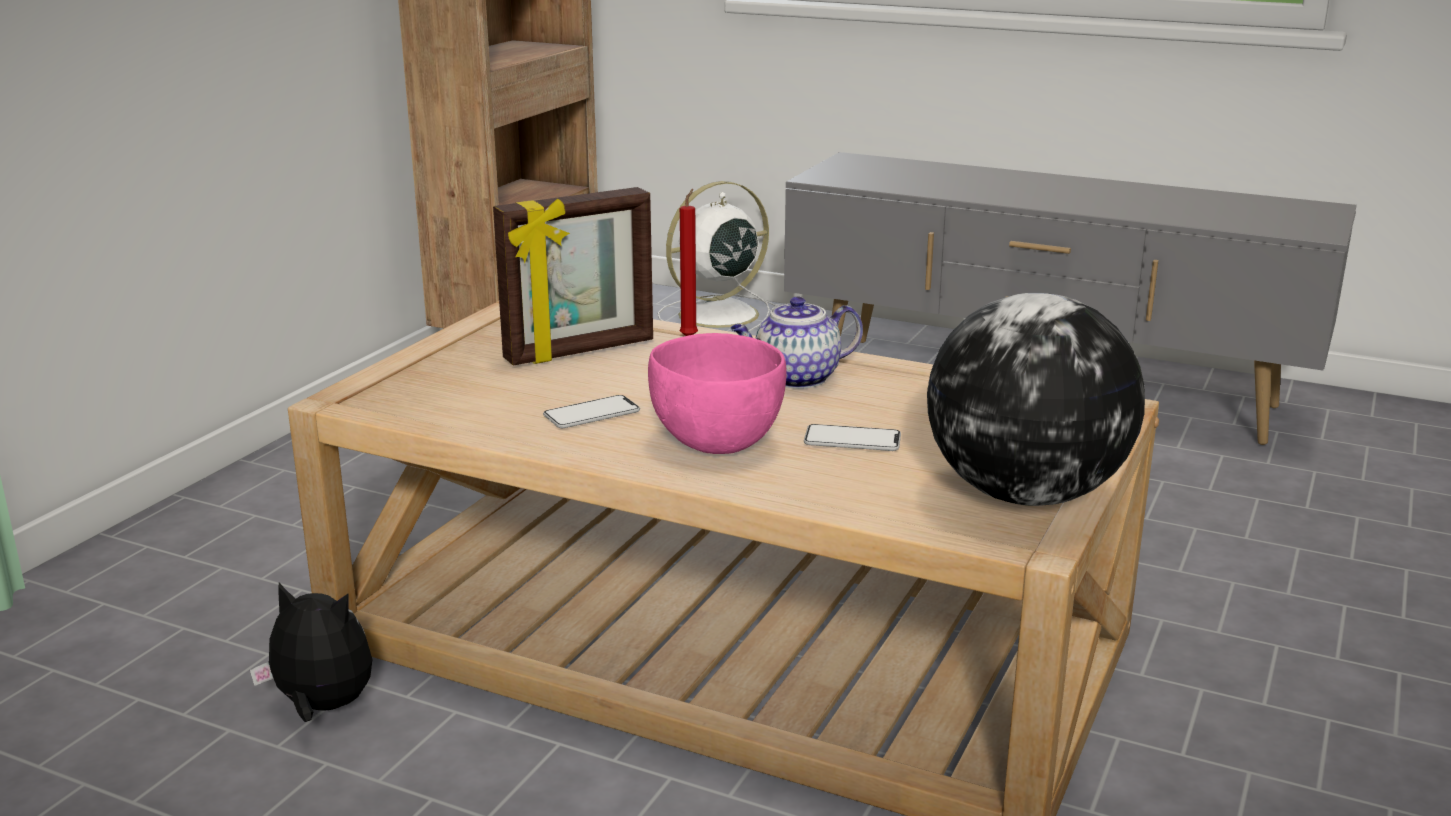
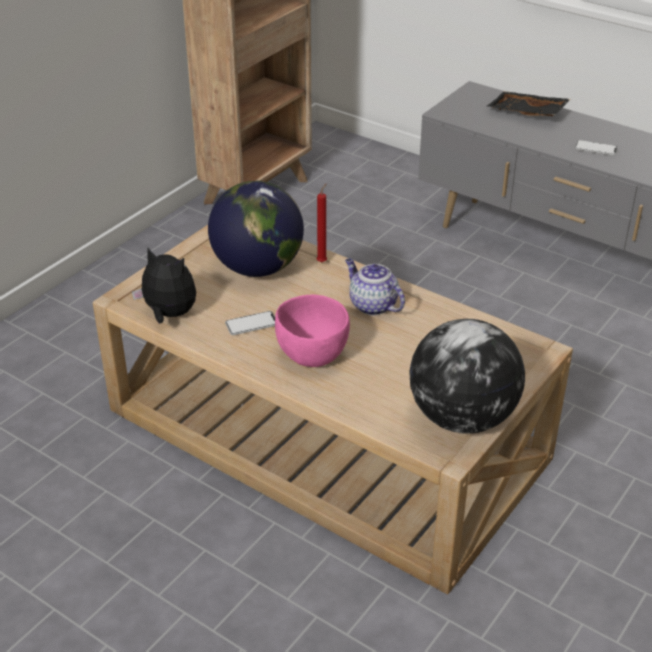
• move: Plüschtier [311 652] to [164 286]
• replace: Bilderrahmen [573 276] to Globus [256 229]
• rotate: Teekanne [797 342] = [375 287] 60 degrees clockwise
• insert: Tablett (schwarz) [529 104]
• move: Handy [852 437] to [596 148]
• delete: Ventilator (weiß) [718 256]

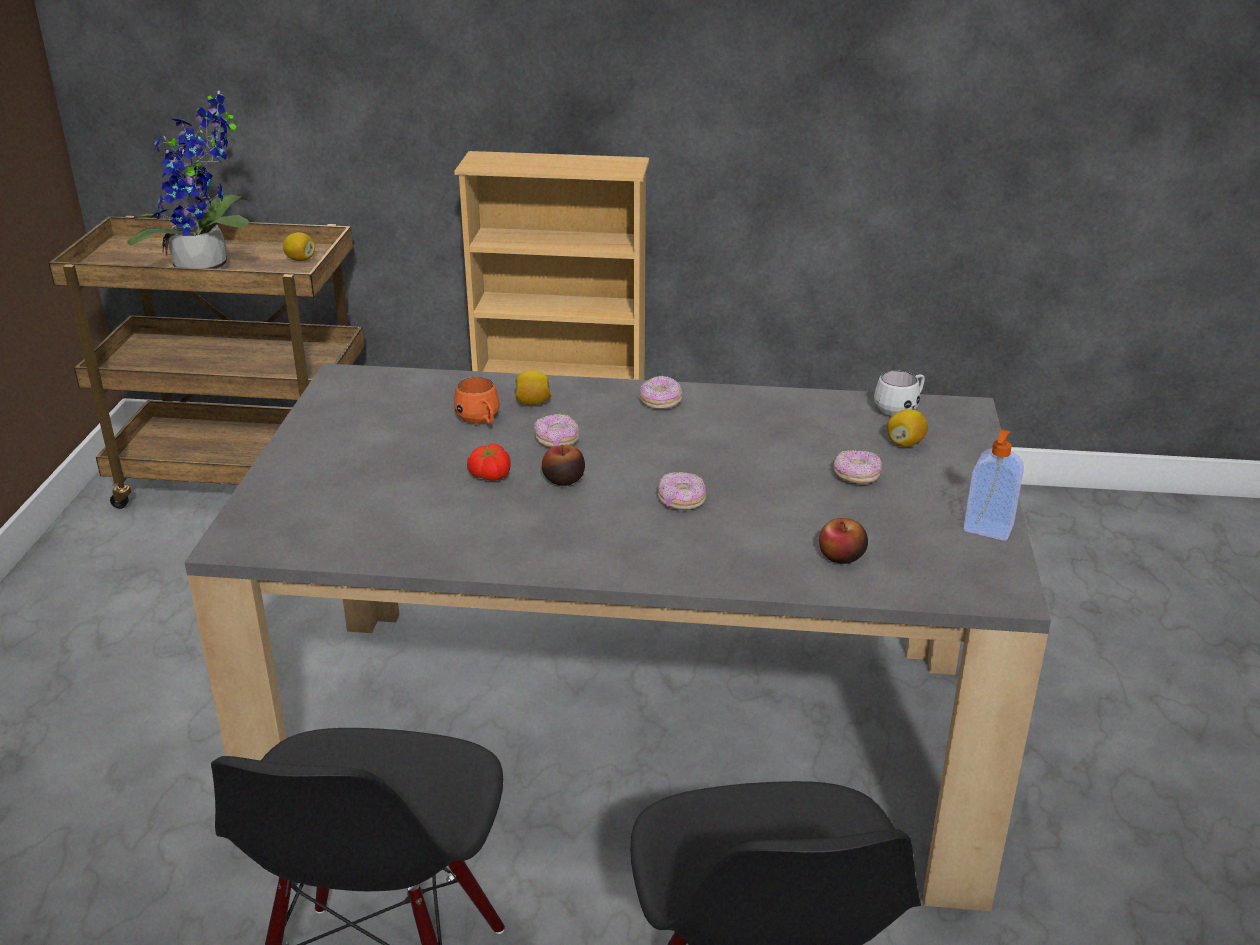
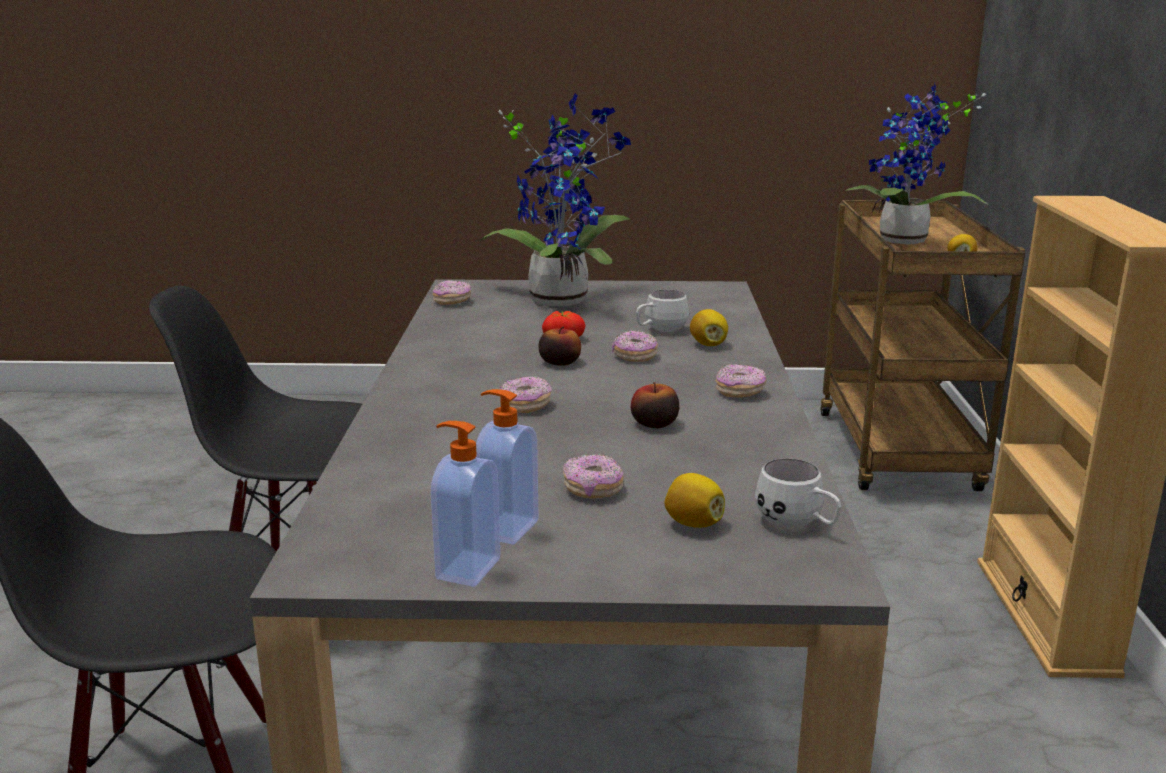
• insert: Donut [452 292]
• insert: Seifenspender [507 467]
• insert: Topfpflanze [555 200]
• move: Apfel [843 541] to [655 405]
• recolor: Henkelbecher (orange) [477 400] to Henkelbecher (weiß) [662 311]

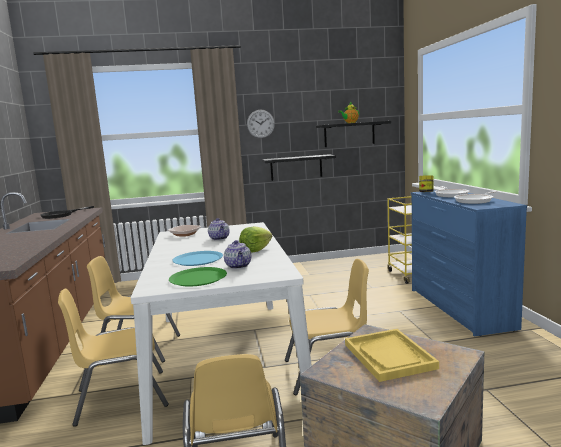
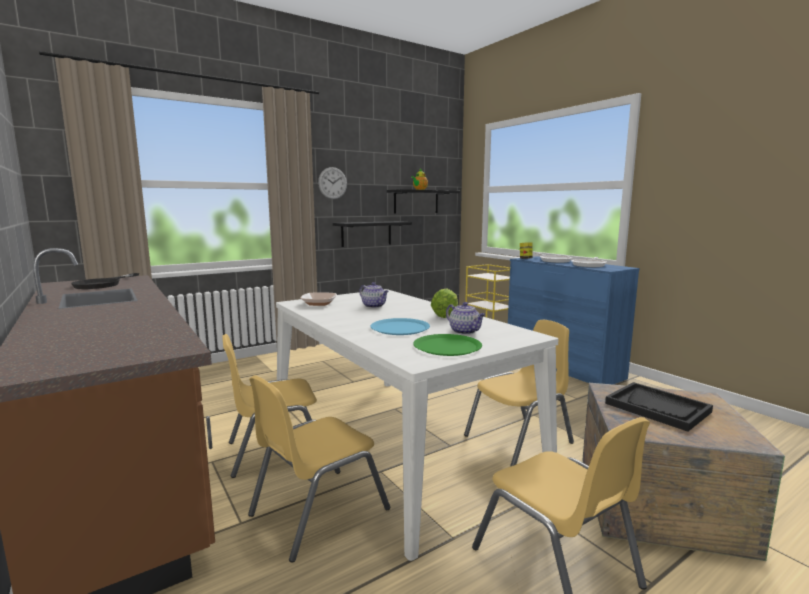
• recolor: Tablett (gelb) [392 355] to Tablett (schwarz) [659 407]

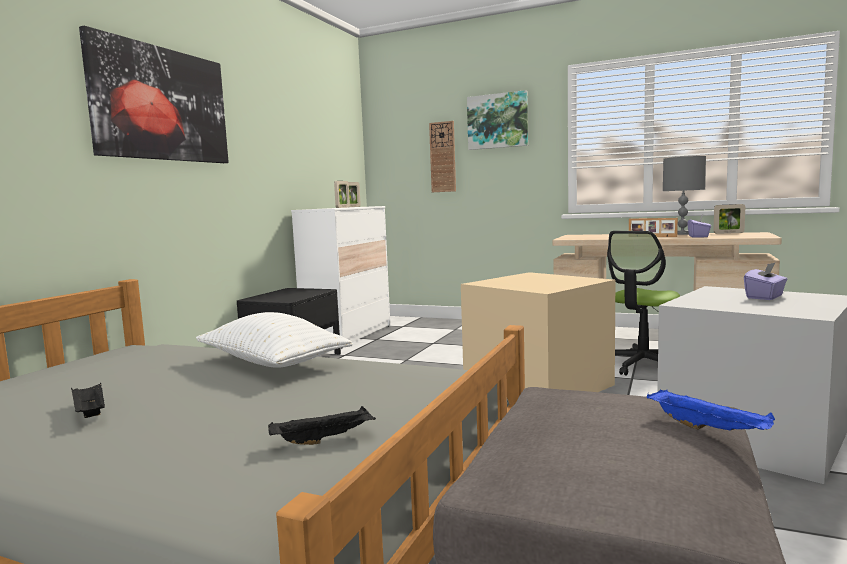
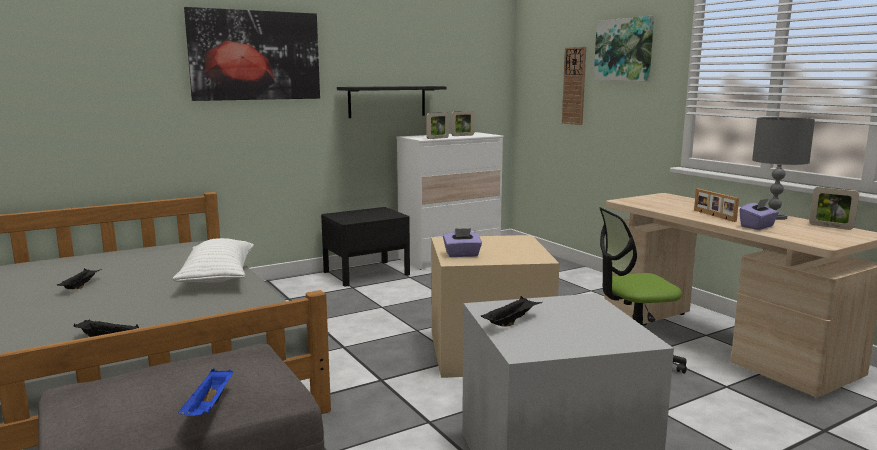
• insert: Wandregal (schwarz) [391 102]
• move: Taschentuchbox (lila) [766 281] to [462 242]
• insert: Tablett (schwarz) [511 311]

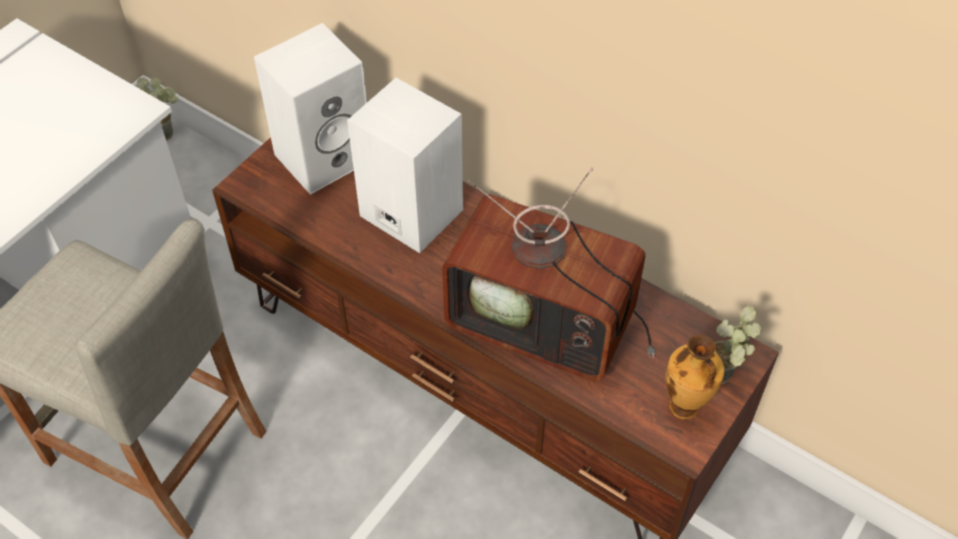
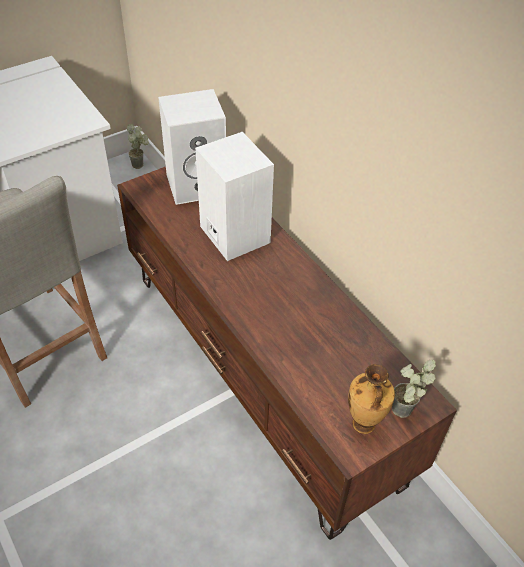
• delete: Fernseher [548 274]

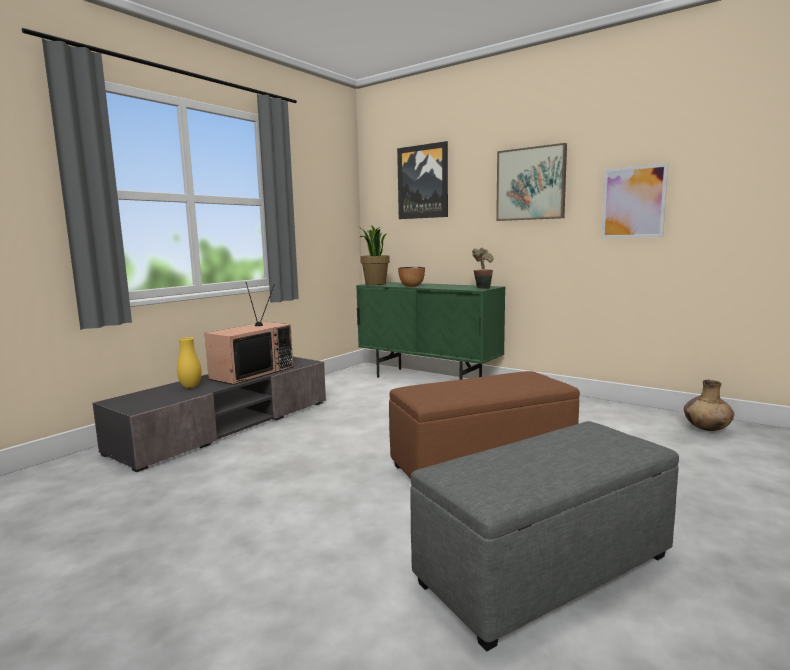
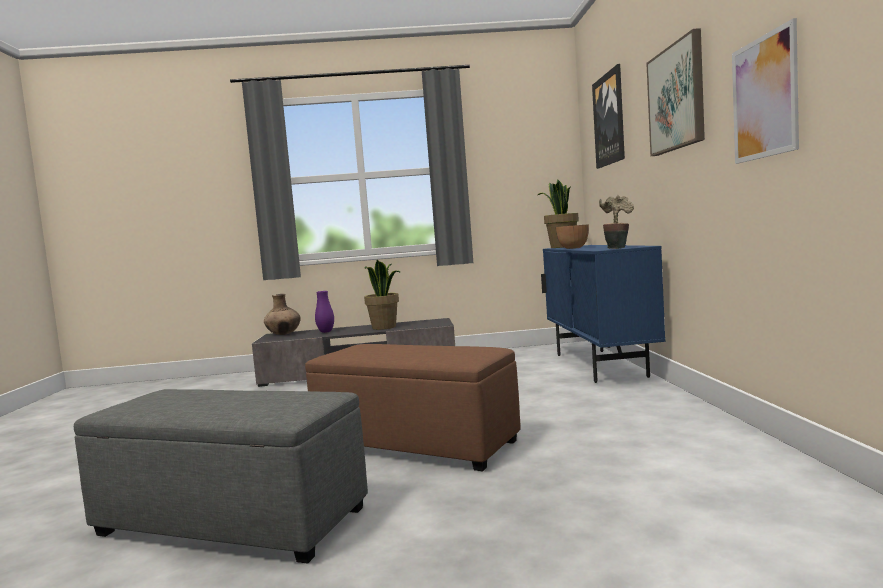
• move: Vase (braun) [709 405] to [282 314]
• recolor: Vase (gelb) [189 362] to Vase (lila) [324 312]
• replace: Fernseher [249 333] to Topfpflanze [382 294]
• recolor: Schrank (grün) [430 331] to Schrank (blau) [603 314]

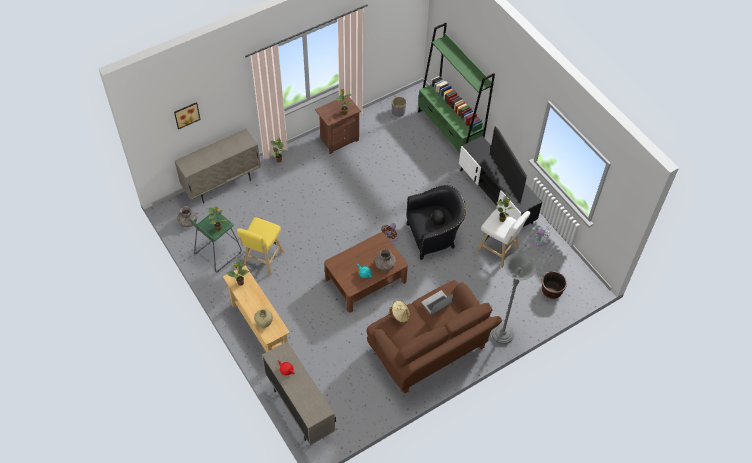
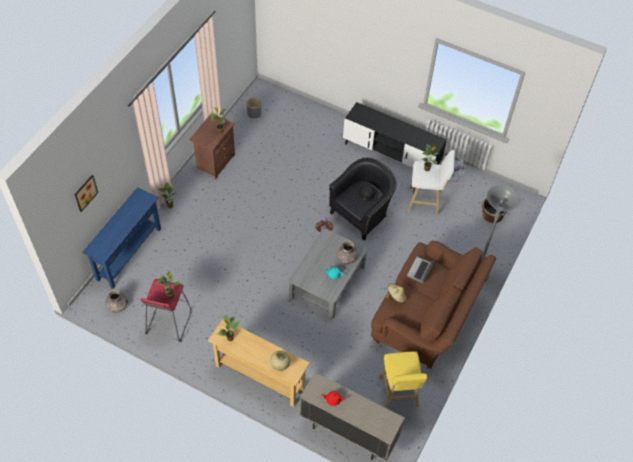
• replace: Schrank (beige) [217 166] to Konsolentisch (blau) [121 238]
• recolor: Hocker (grün) [215 241] to Hocker (rot) [165 310]
• recolor: Couchtisch (braun) [366 272] to Couchtisch (grau) [328 274]
• move: Hocker (gelb) [261 246] to [403 379]
• delete: Bücherregal (grün) [456 88]
• delete: Fernseher [508 165]

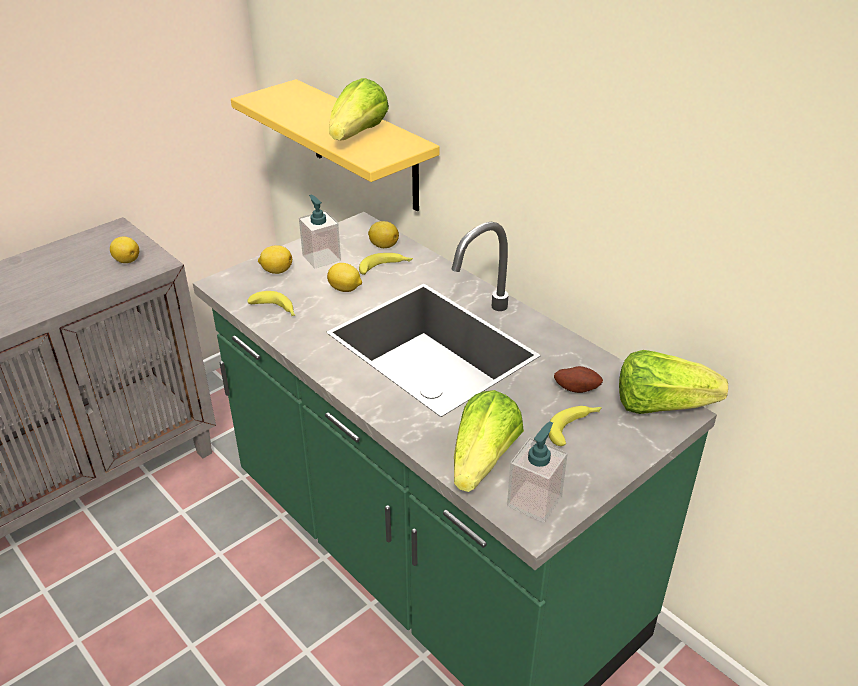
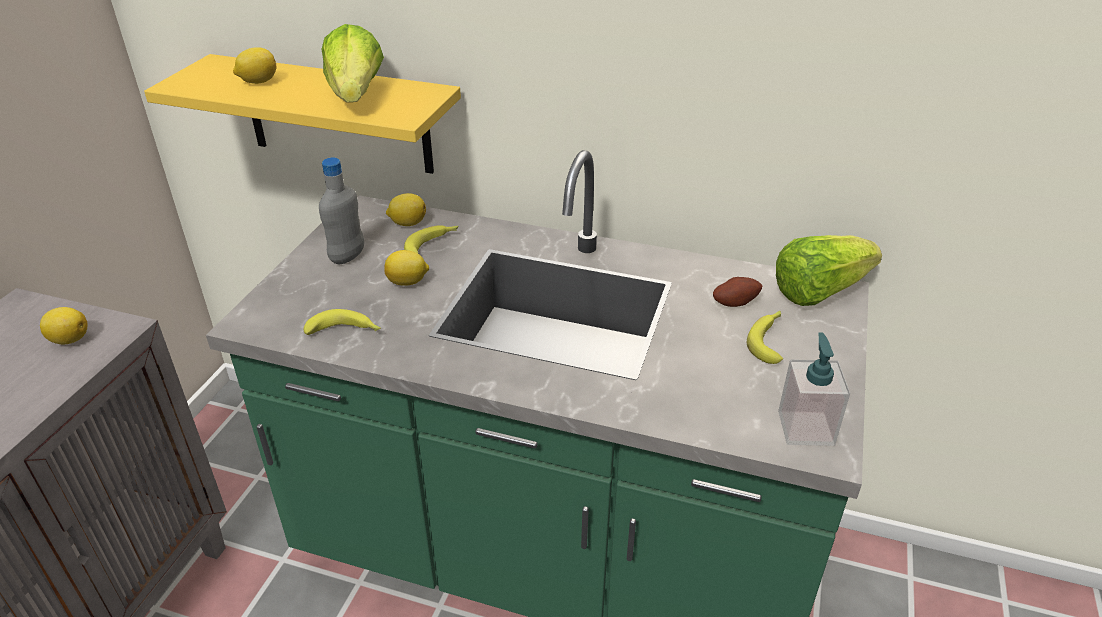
• move: Zitrone [275 259] to [254 65]
• replace: Seifenspender [320 231] to Flasche (grau) [341 211]
• delete: Salatkopf [489 441]

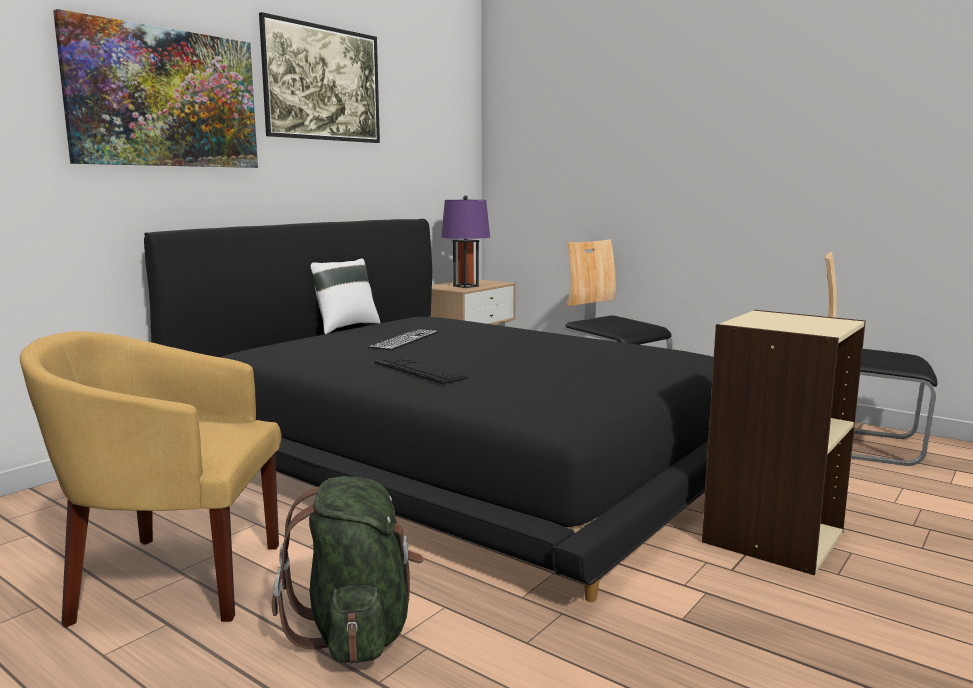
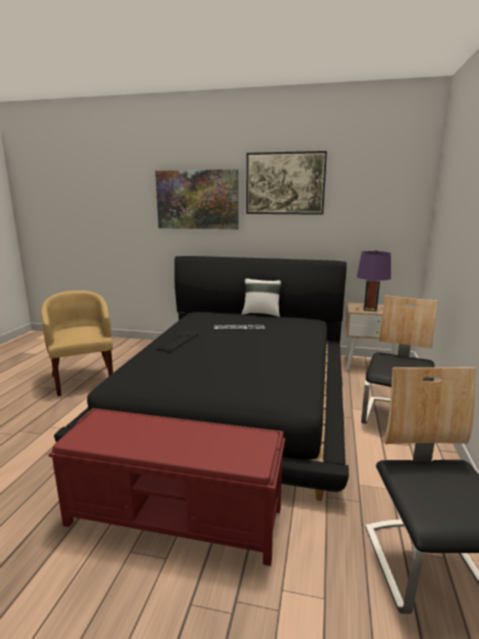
• replace: Bücherregal (beige) [784 442] to Bank (rot) [167 487]
• delete: Rucksack (grün) [348 570]

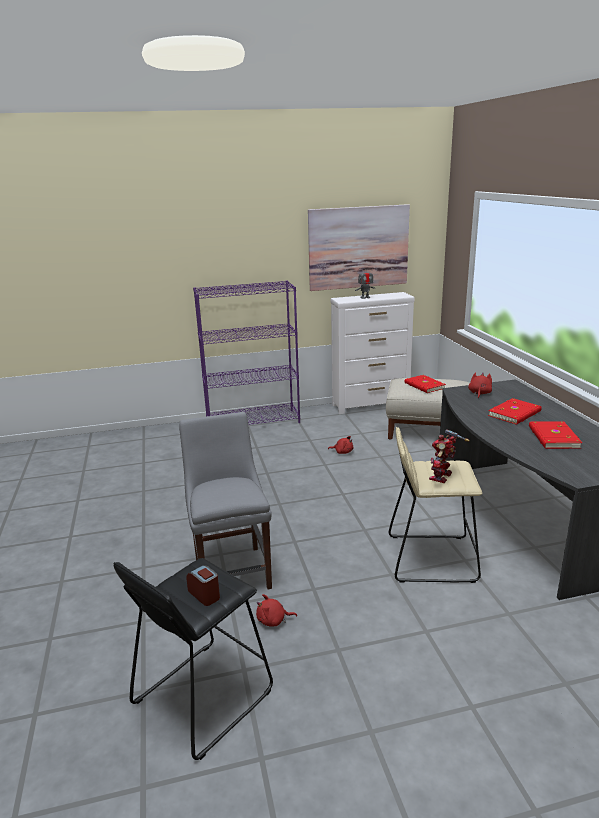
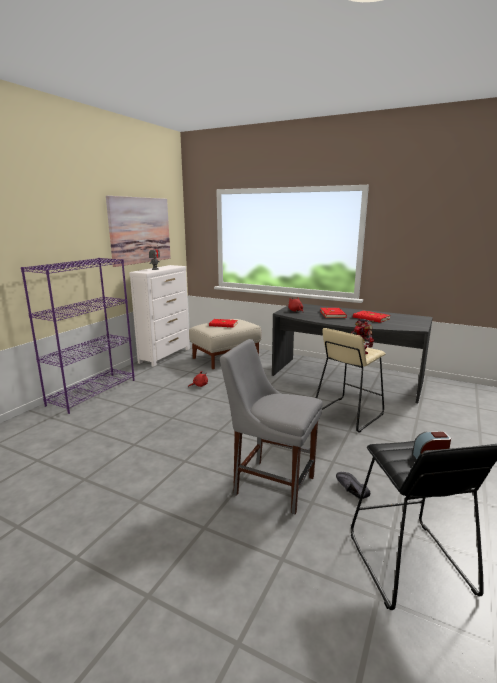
• replace: Plüschtier (rot) [276 610] to Schuh (schwarz) [353 485]

